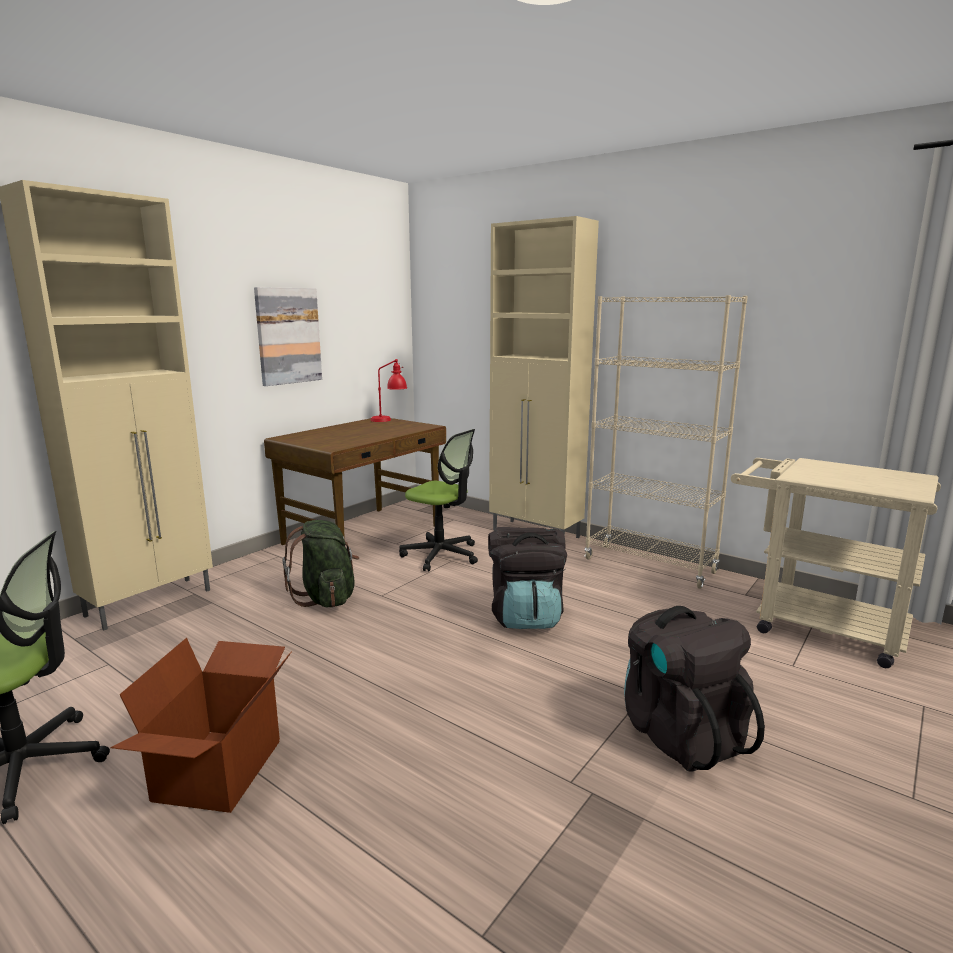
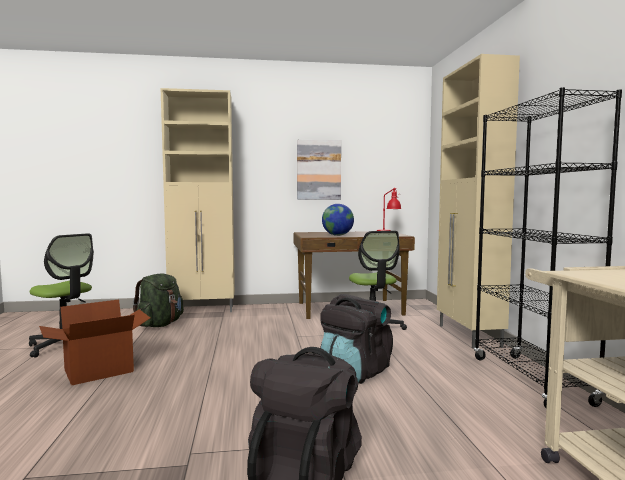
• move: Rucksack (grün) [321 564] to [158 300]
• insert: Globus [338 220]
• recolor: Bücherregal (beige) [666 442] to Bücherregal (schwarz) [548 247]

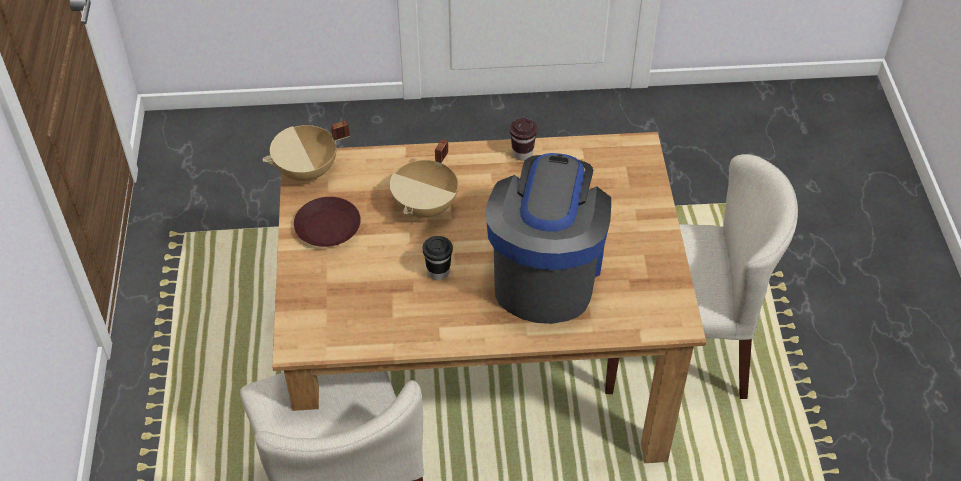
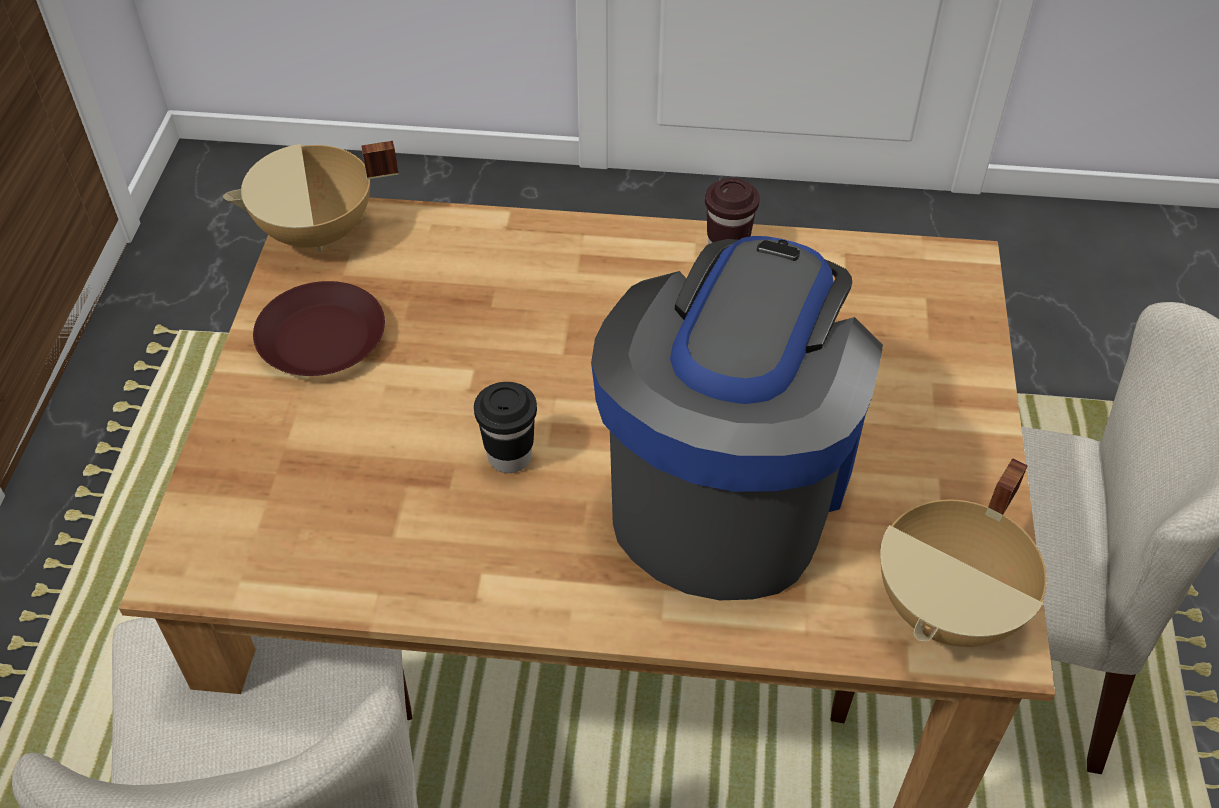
• move: Kochtopf (beige) [424 178] to [963 552]

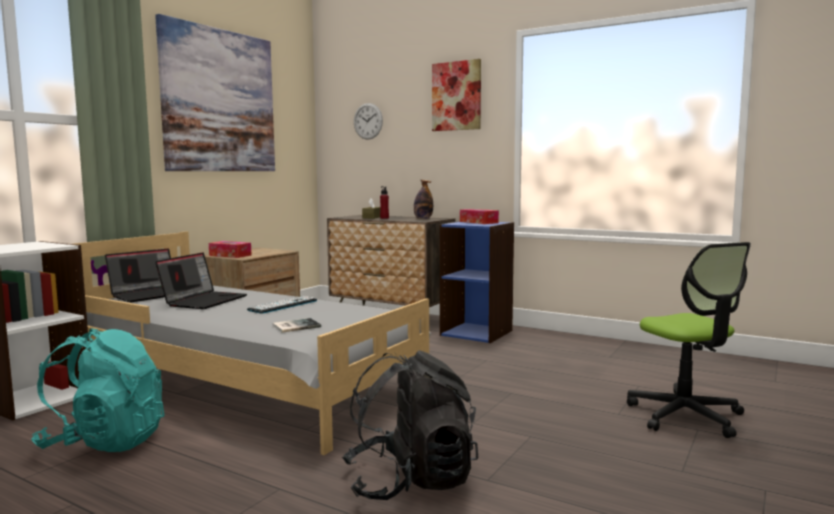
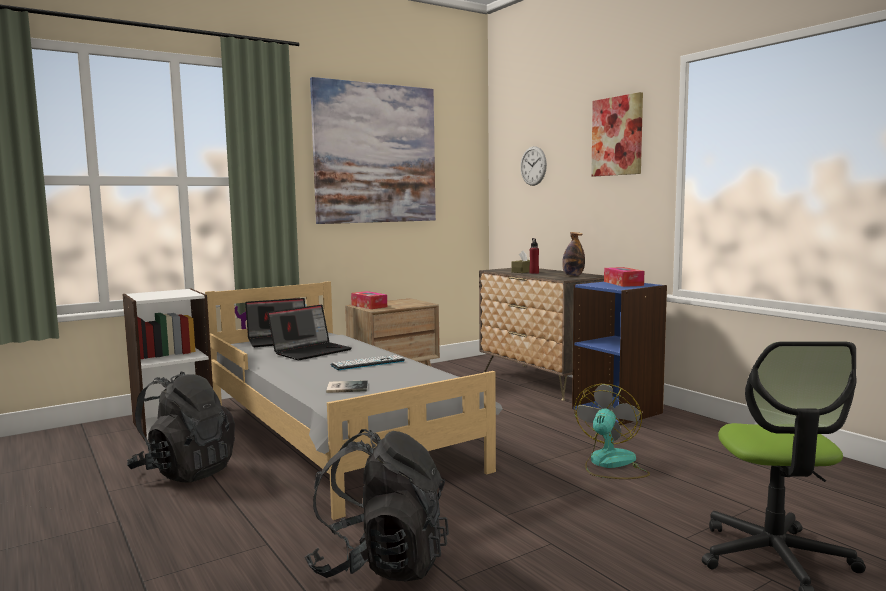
• recolor: Rucksack (türkis) [98 390] to Rucksack (schwarz) [181 427]
• insert: Ventilator [612 431]

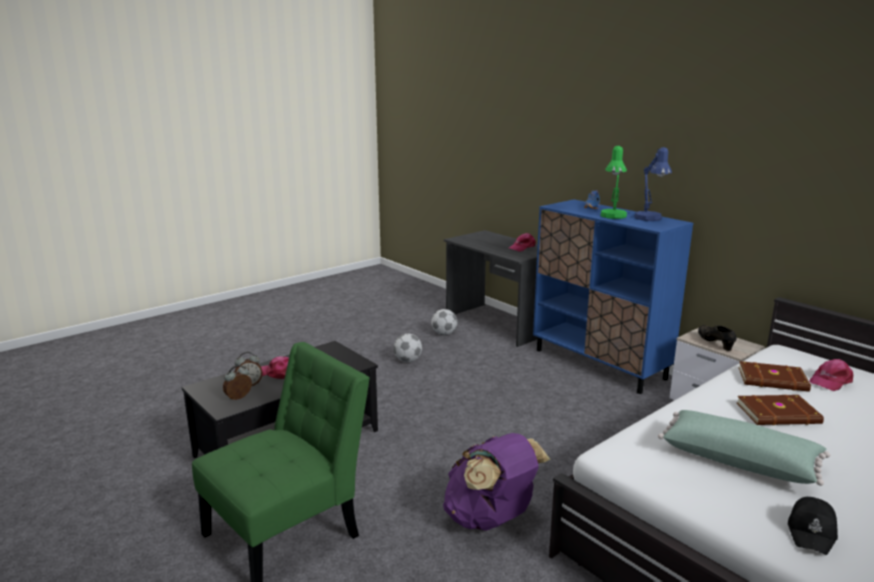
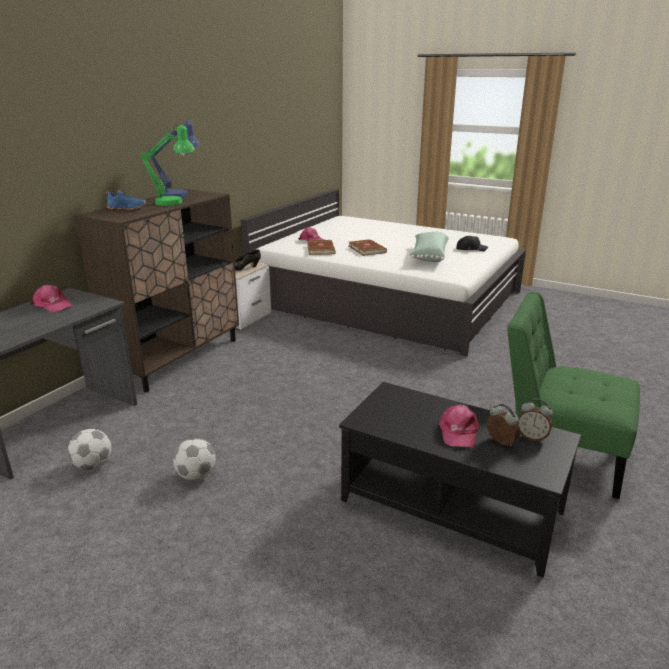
• recolor: Schrank (blau) [613 296] to Schrank (braun) [157 290]
• delete: Rucksack (lila) [497 482]

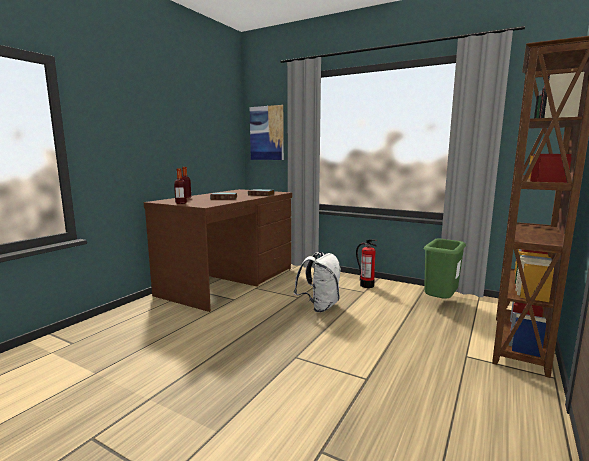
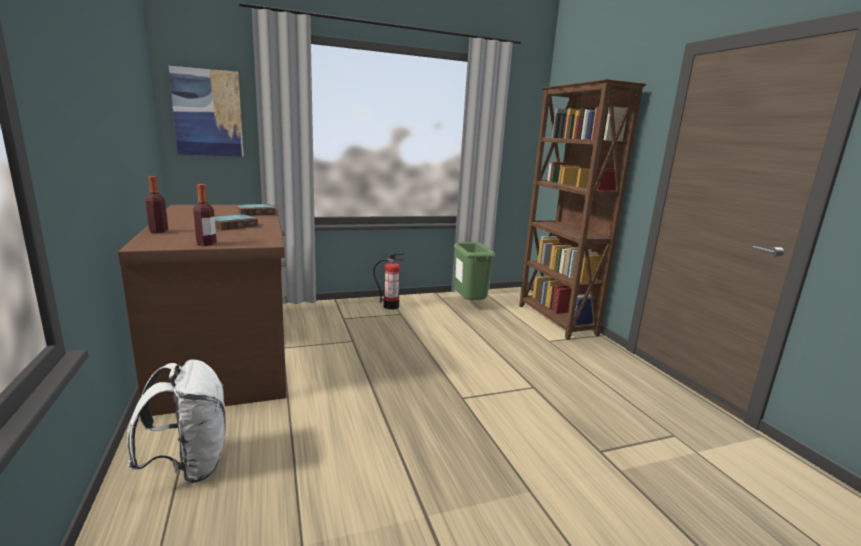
• move: Rucksack (weiß) [317 282] to [176 421]

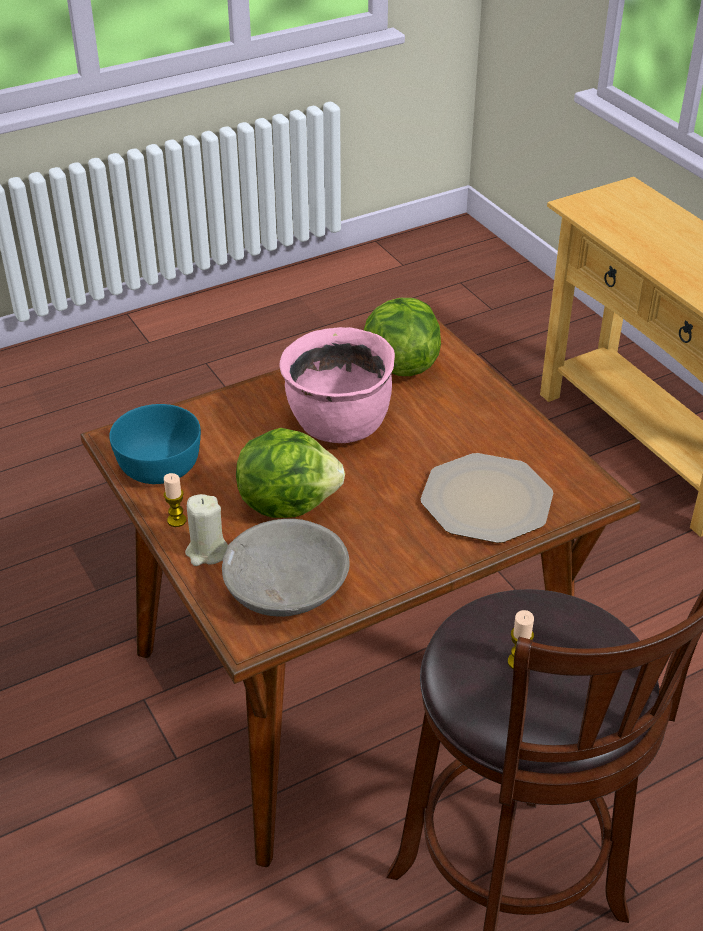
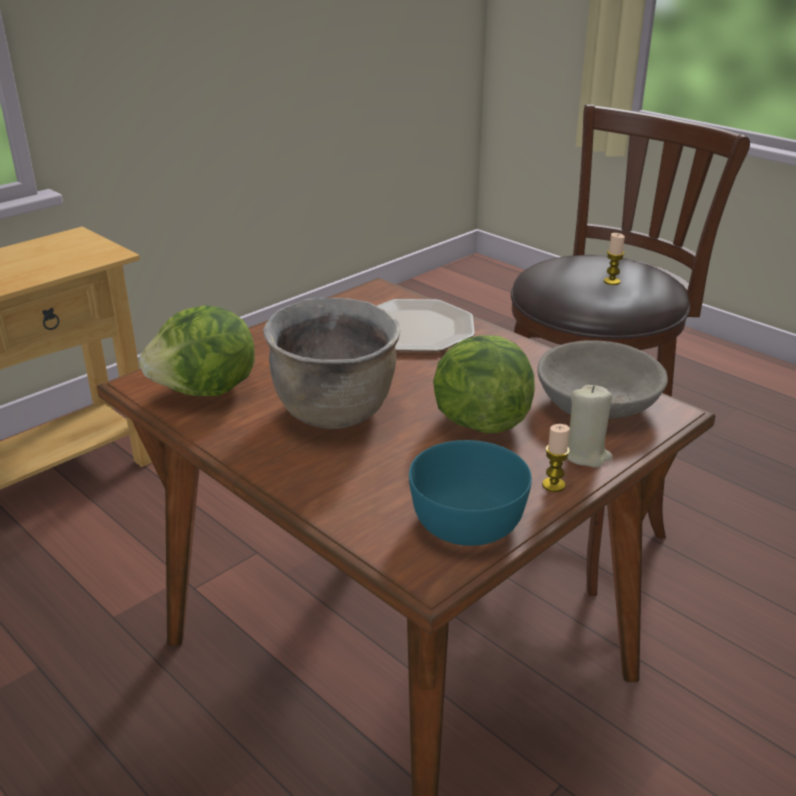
• recolor: Kochtopf (rosa) [337 385] to Kochtopf (braun) [331 363]

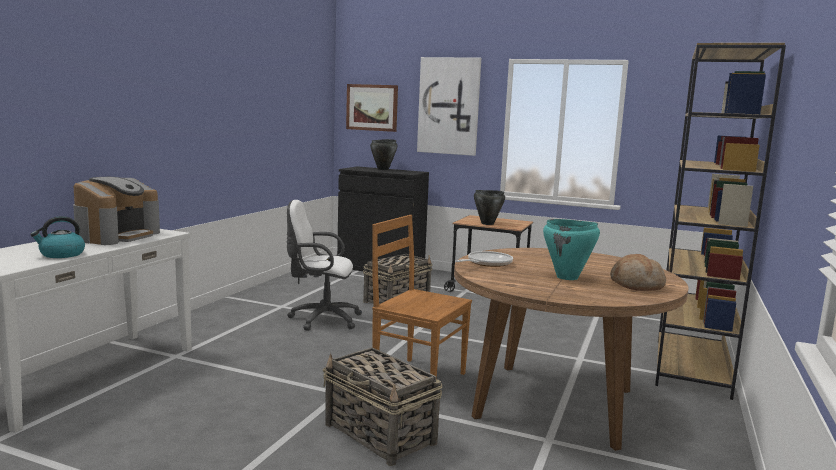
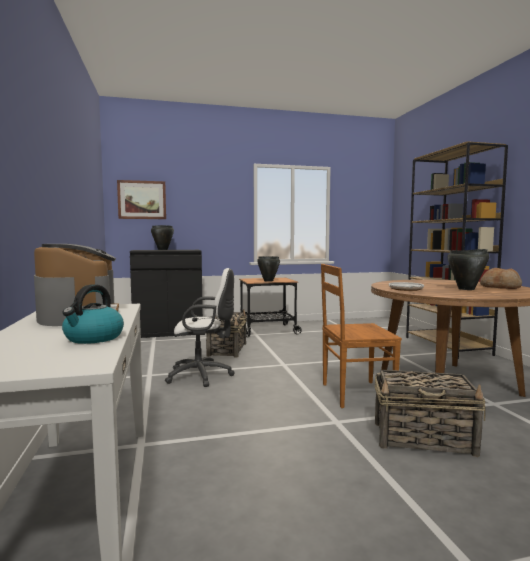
• rotate: Bürostuhl (weiß) [324 265] = [200 327] 150 degrees counterclockwise
• recolor: Kochtopf (türkis) [571 249] to Kochtopf (schwarz) [468 269]
• delete: Bild [449 106]

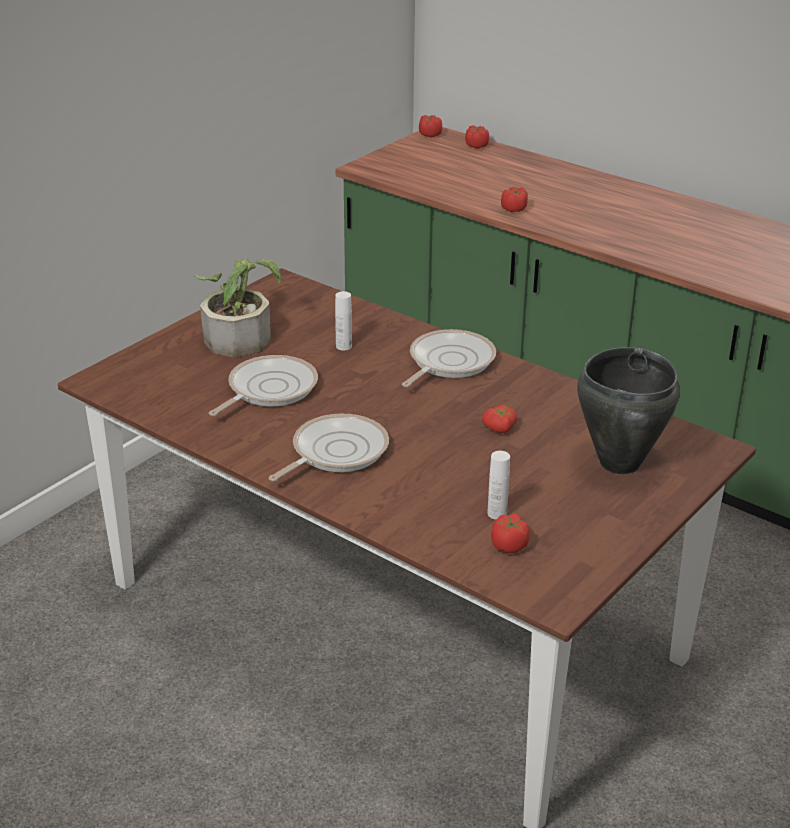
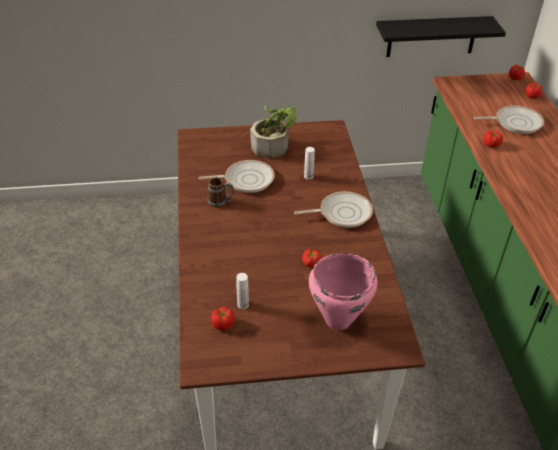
• insert: Henkelbecher [221 193]
• recolor: Kochtopf (schwarz) [628 410] to Kochtopf (rosa) [343 291]
• insert: Wandregal (schwarz) [441 36]
• move: Pfanne [329 447] to [509 119]

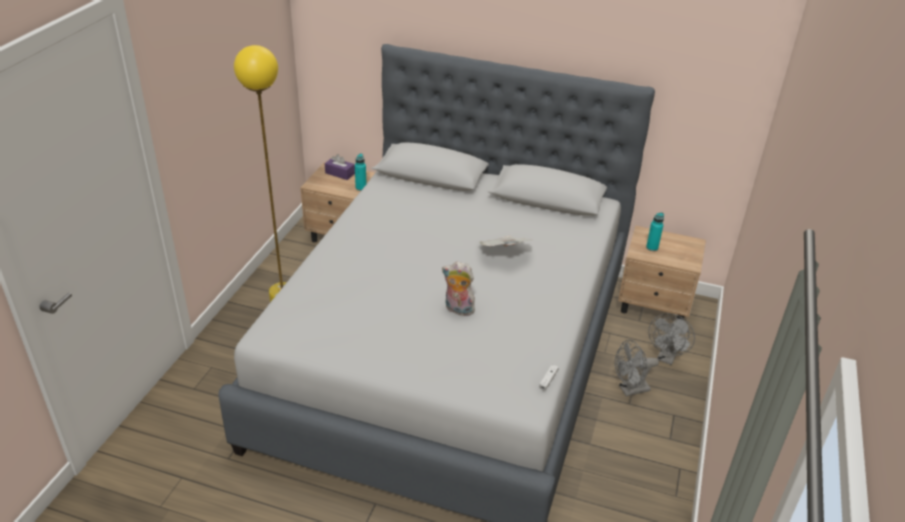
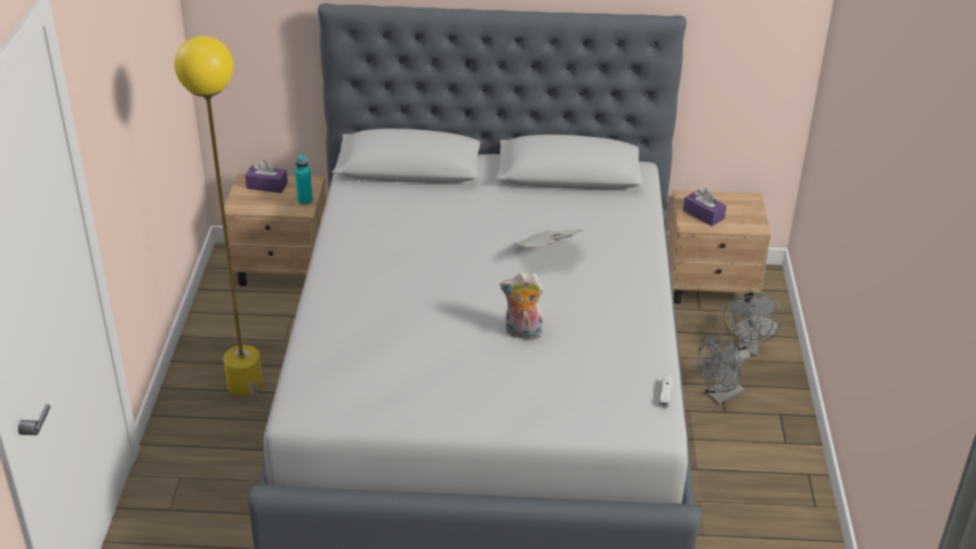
• replace: Flasche (türkis) [655 231] to Taschentuchbox (lila) [704 207]

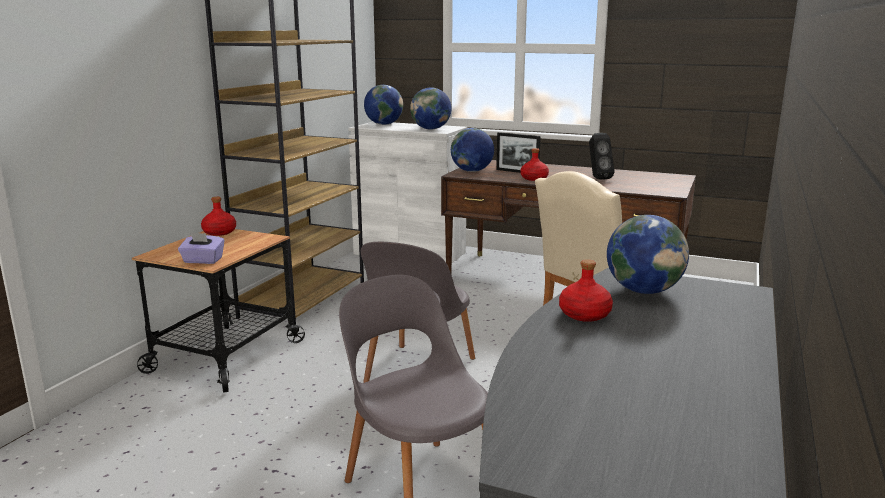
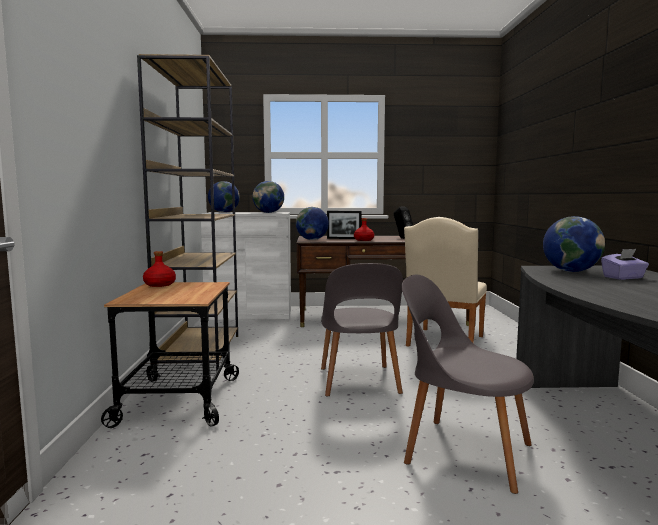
• move: Taschentuchbox (lila) [201 248] to [625 264]
• delete: Flasche (rot) [586 290]

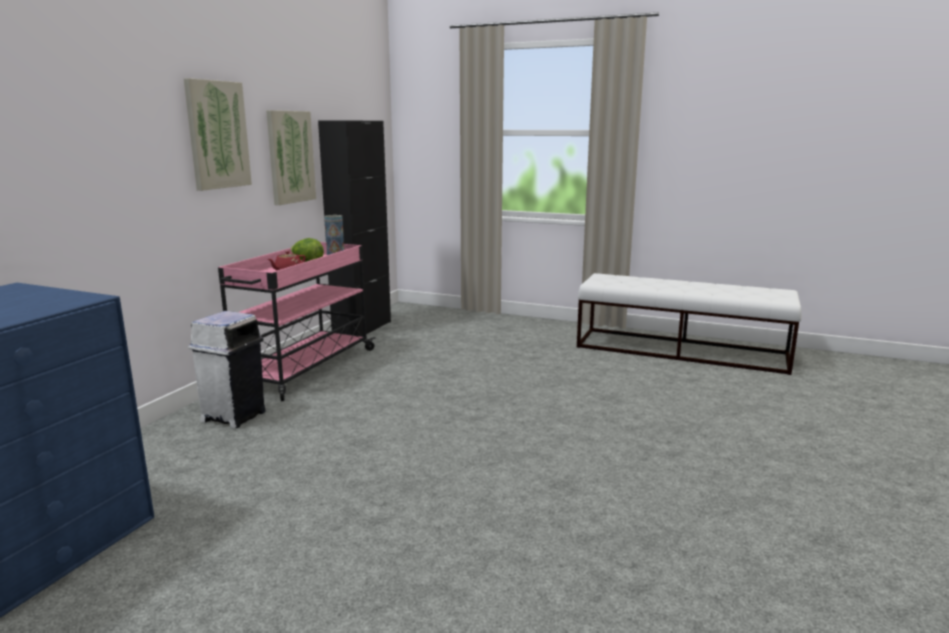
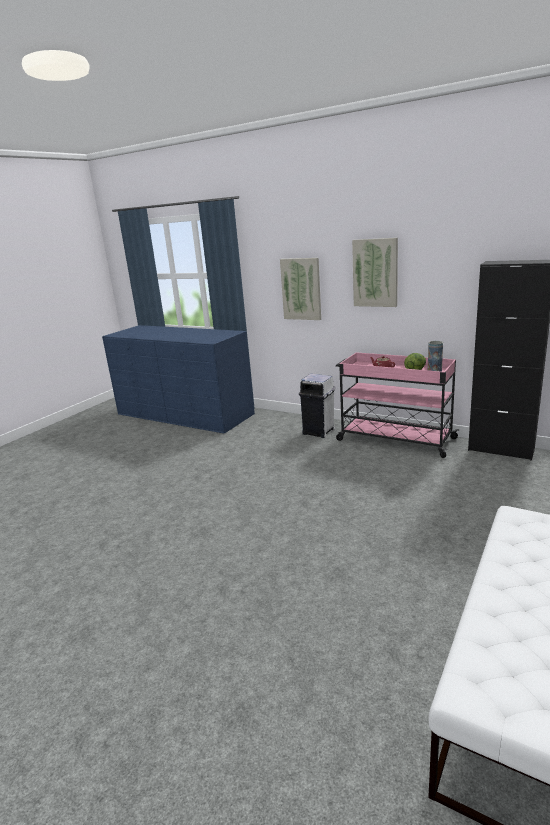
• move: Bild [291 157] to [300 289]

